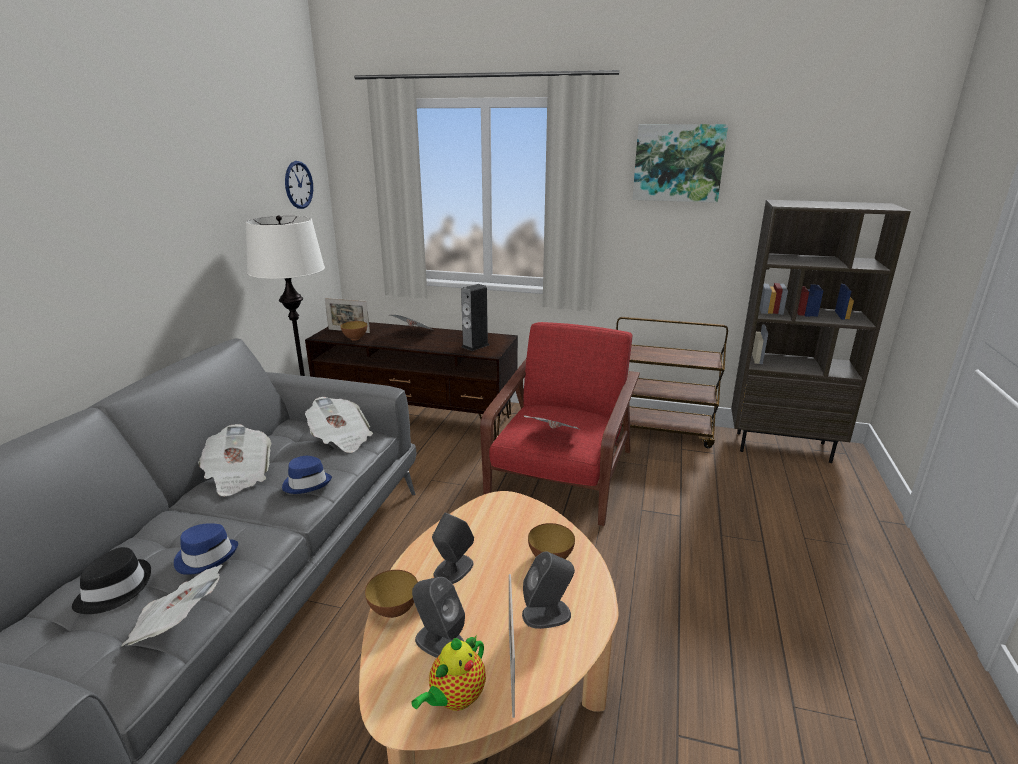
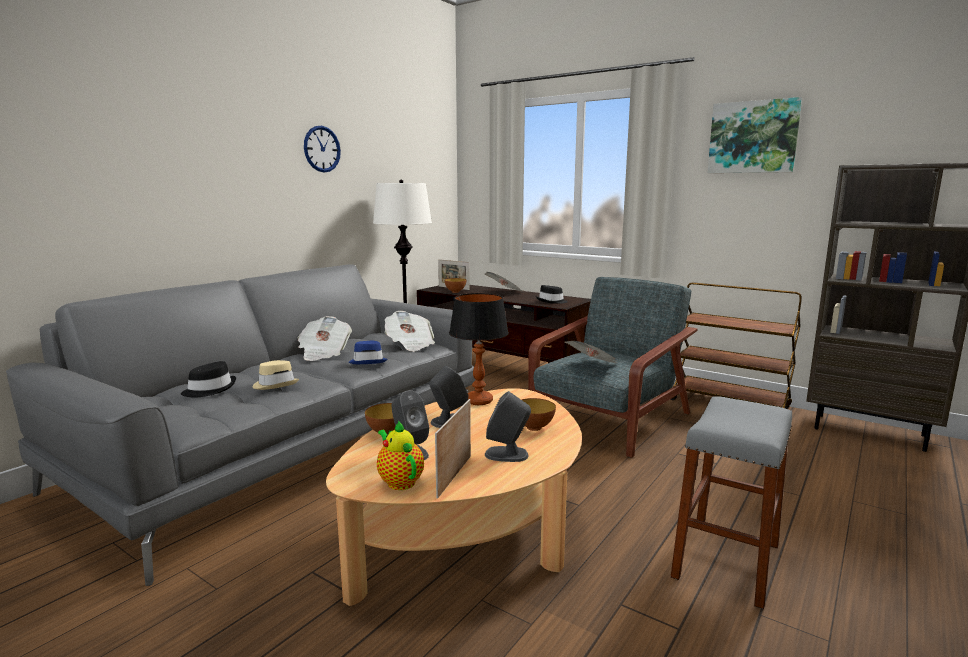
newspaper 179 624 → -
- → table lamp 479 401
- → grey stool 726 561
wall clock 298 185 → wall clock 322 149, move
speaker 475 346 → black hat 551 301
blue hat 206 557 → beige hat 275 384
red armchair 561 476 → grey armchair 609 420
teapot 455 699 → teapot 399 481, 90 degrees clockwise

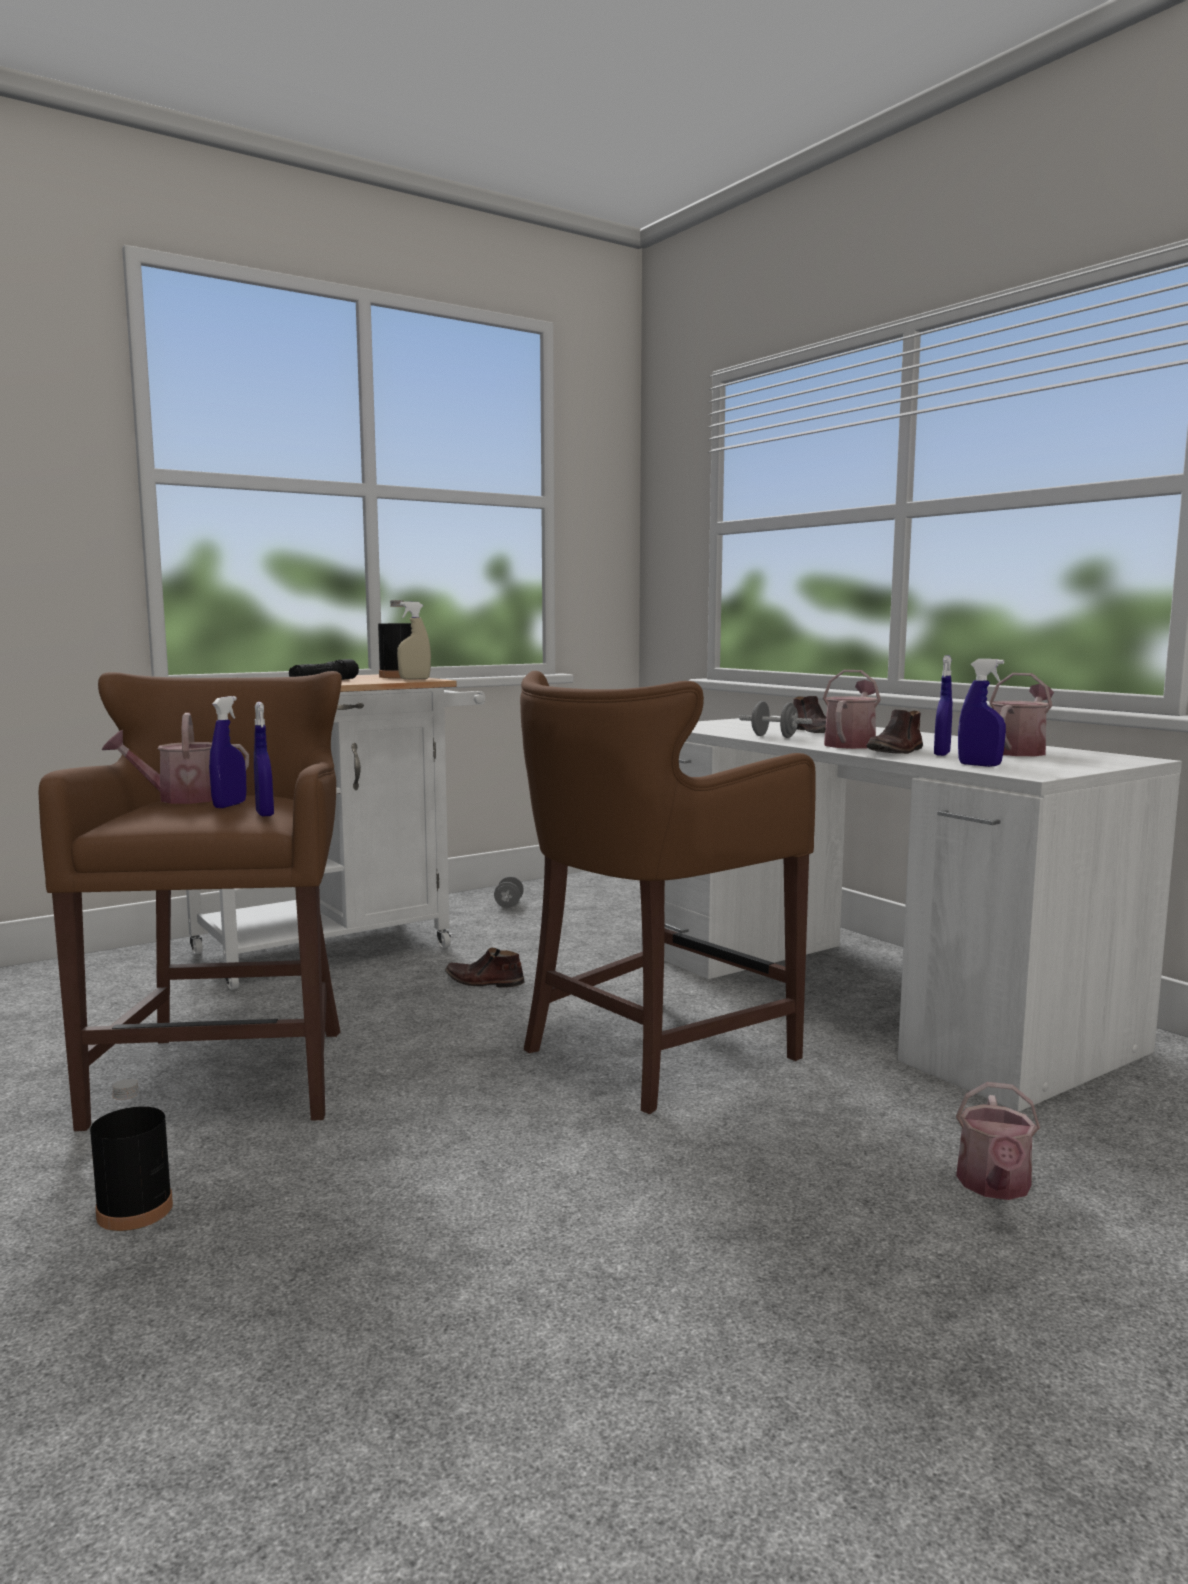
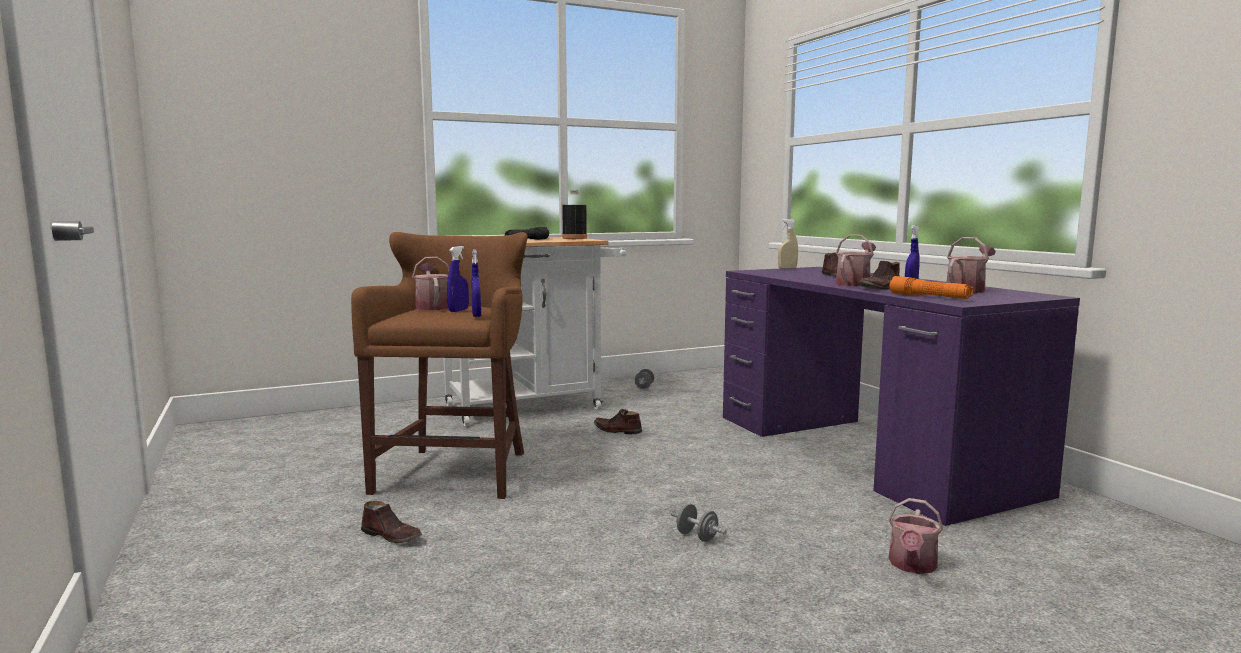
brown stool 651 1054 → -
beige spray bottle 414 679 → beige spray bottle 787 268, move
grey dumbbell 774 737 → grey dumbbell 697 537, move
black bottle 135 1210 → brown shoe 392 536
blue spray bottle 979 765 → orange flashlight 929 297
white desk 864 995 → purple desk 864 452
watering can 181 799 → watering can 432 306, 75 degrees clockwise

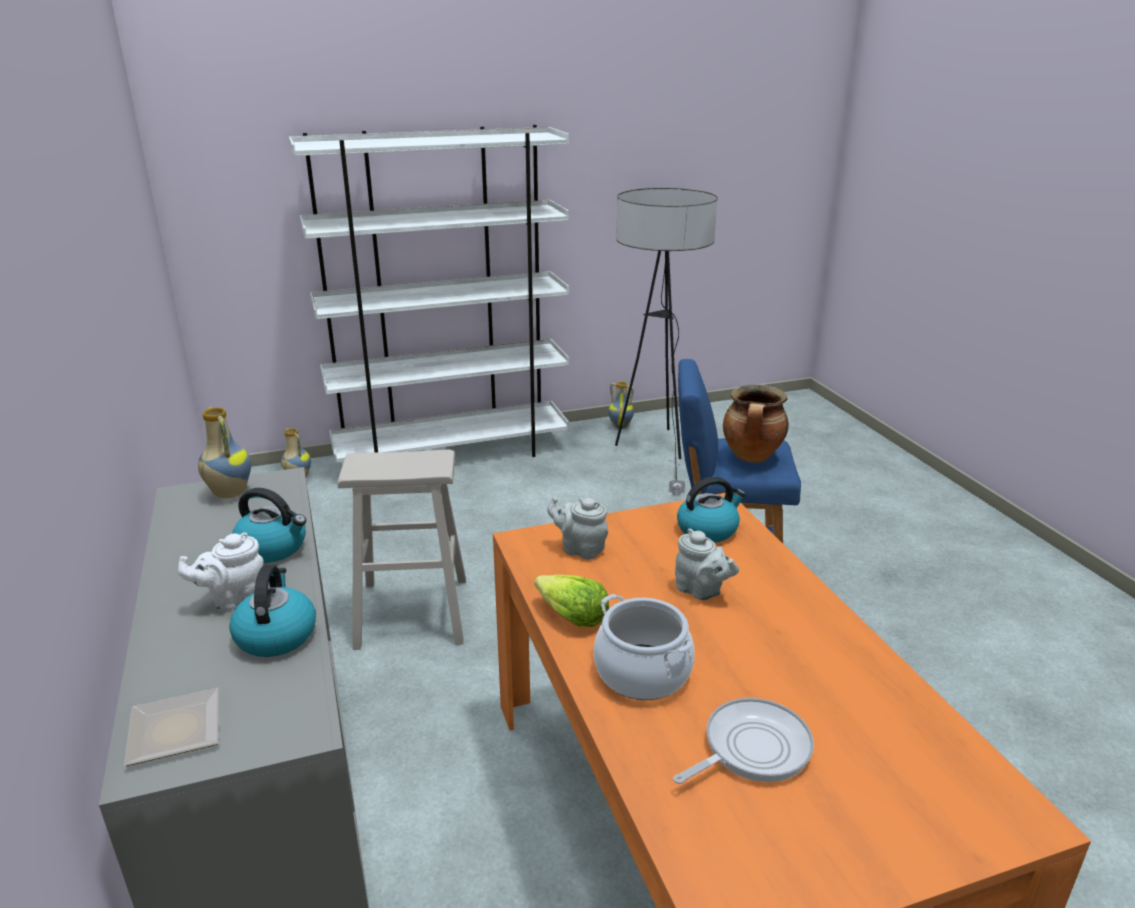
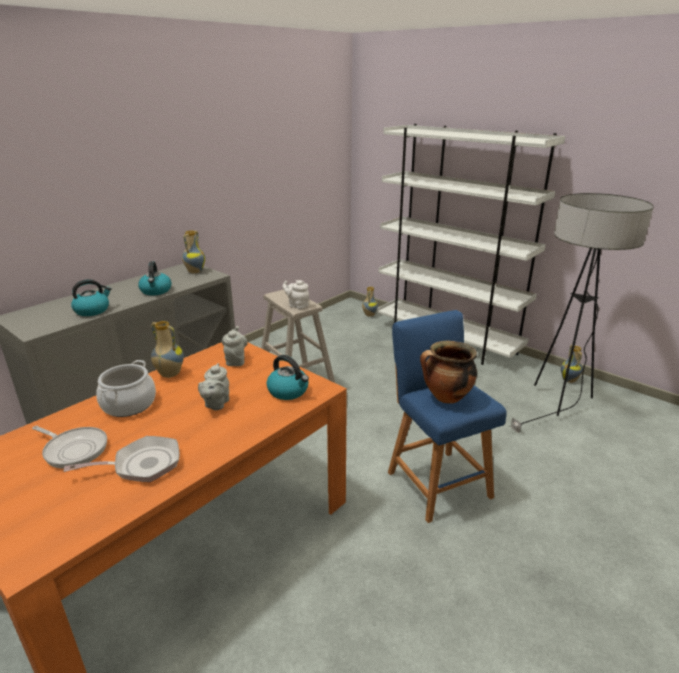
plate 172 733 → -
- → frying pan 142 465
white teapot 233 599 → white teapot 297 305, move
lettuce 571 617 → vase 169 374

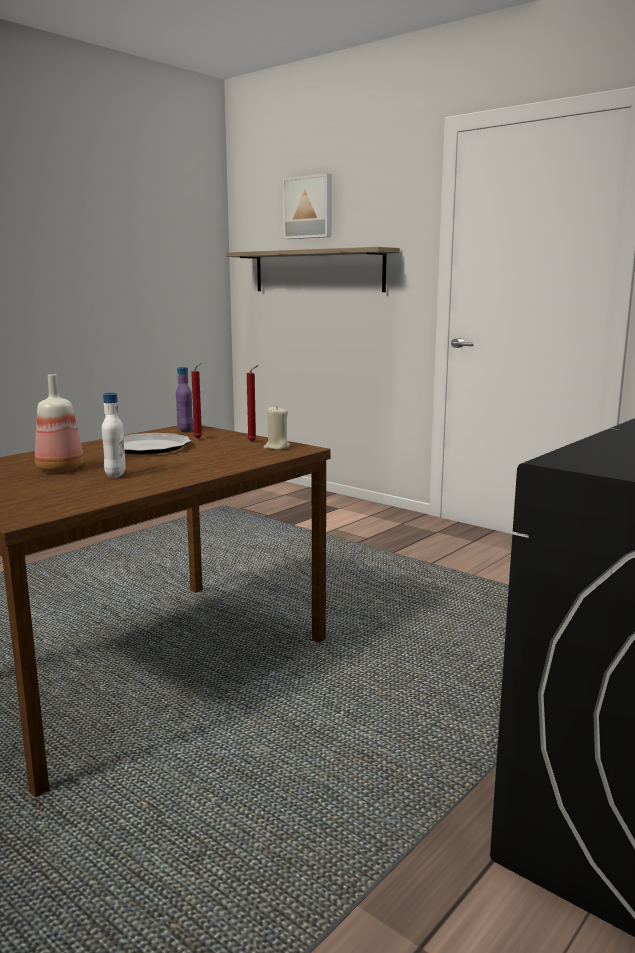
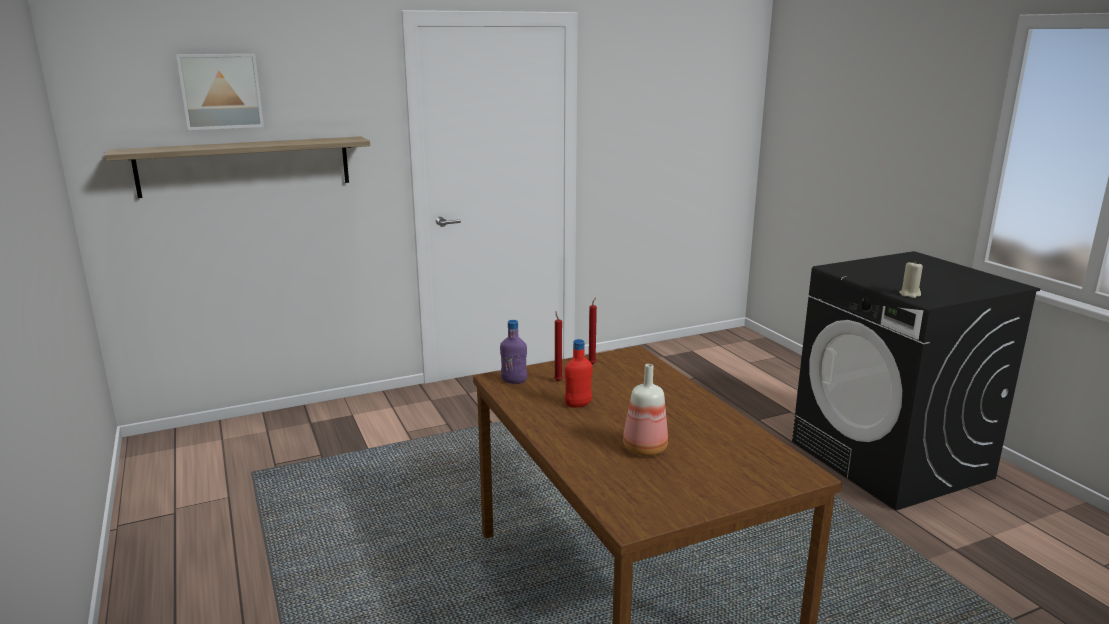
white bottle 115 475 → -
beige candle 277 447 → beige candle 910 294, move
plate 148 447 → red bottle 578 405

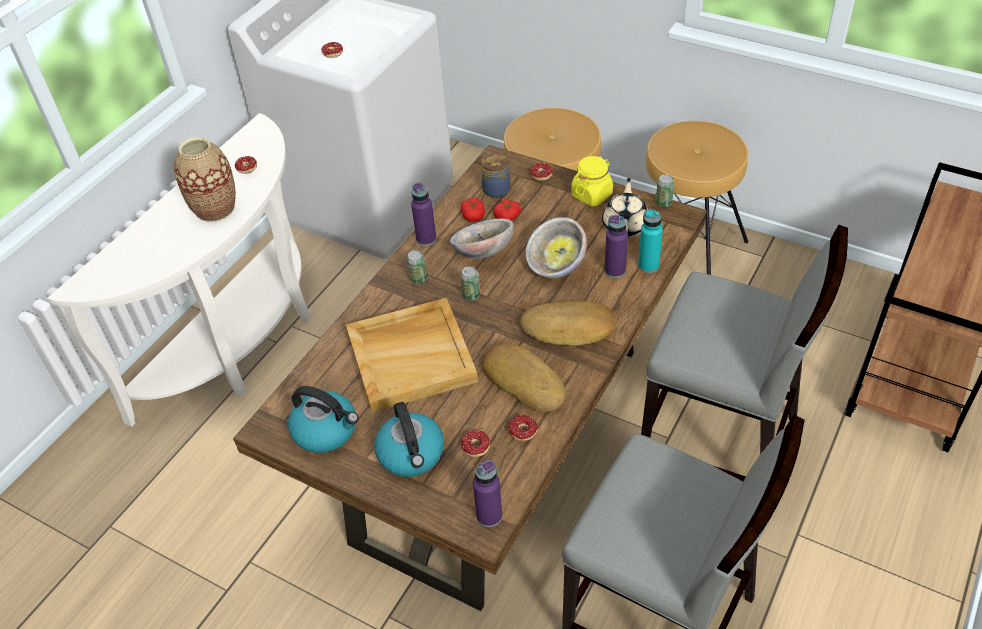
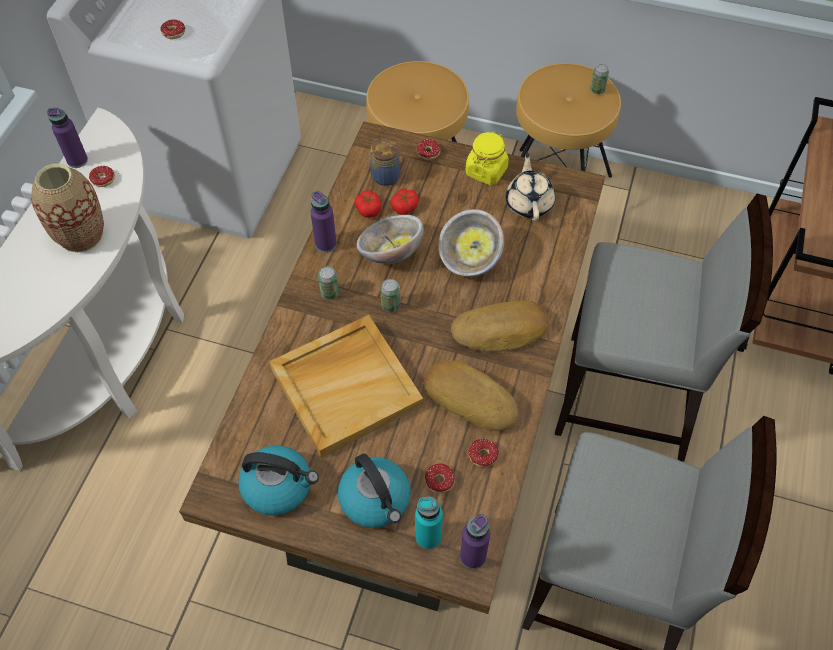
purple bottle 615 271 → purple bottle 77 160, move
turquoise bottle 648 265 → turquoise bottle 428 537, move
can 663 203 → can 597 90, move

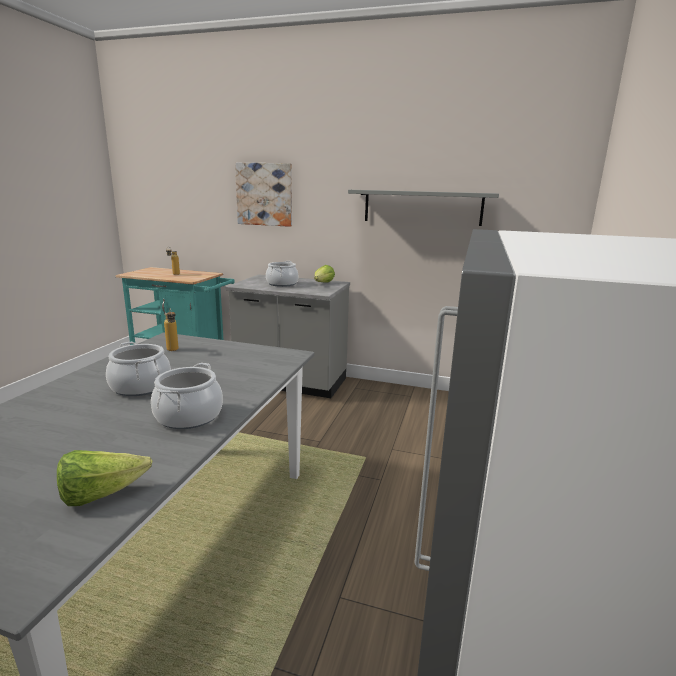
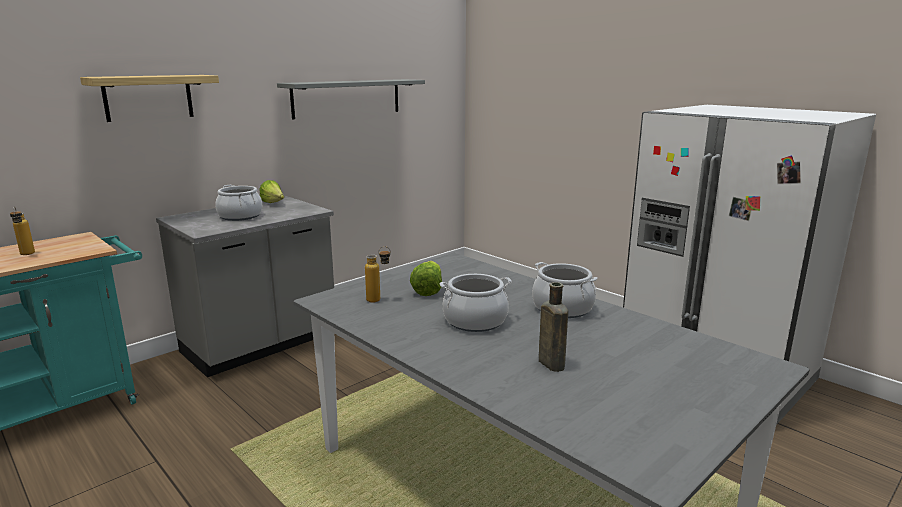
- → brown bottle 550 363
lettuce 101 494 → lettuce 427 290, move
picture 264 194 → shelf 148 97

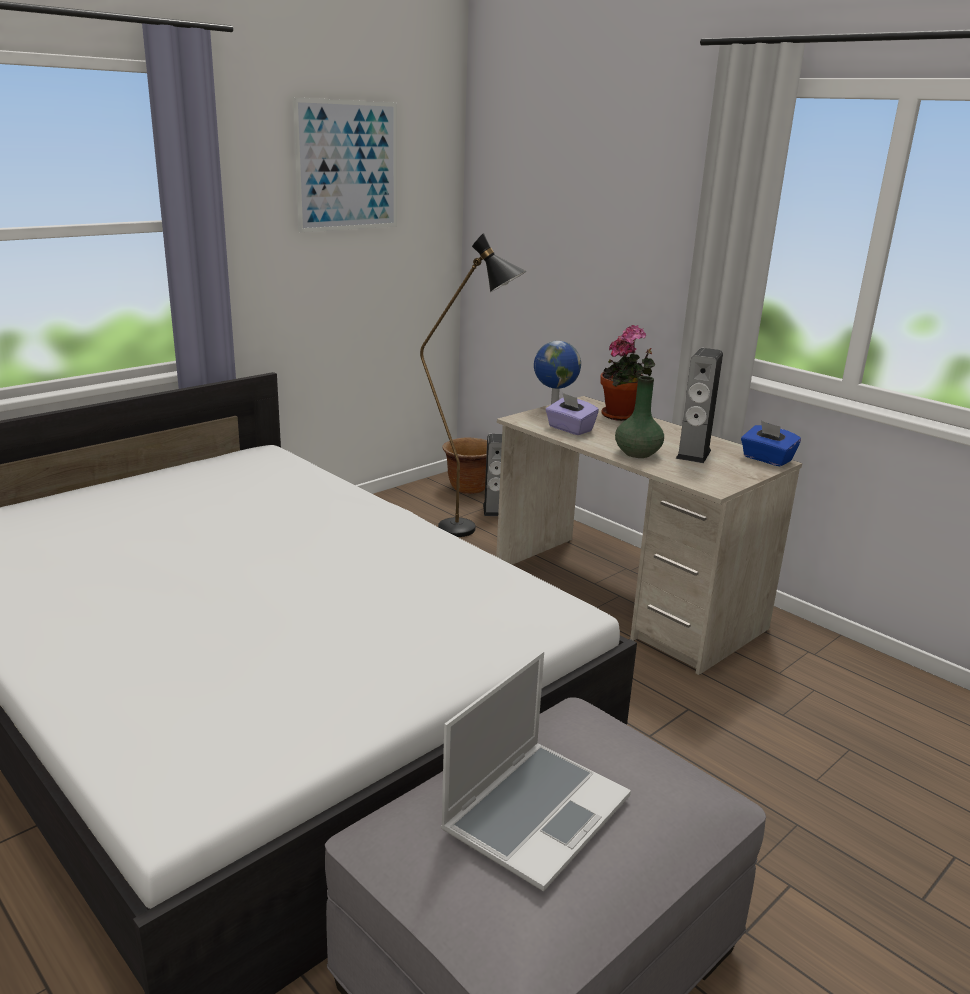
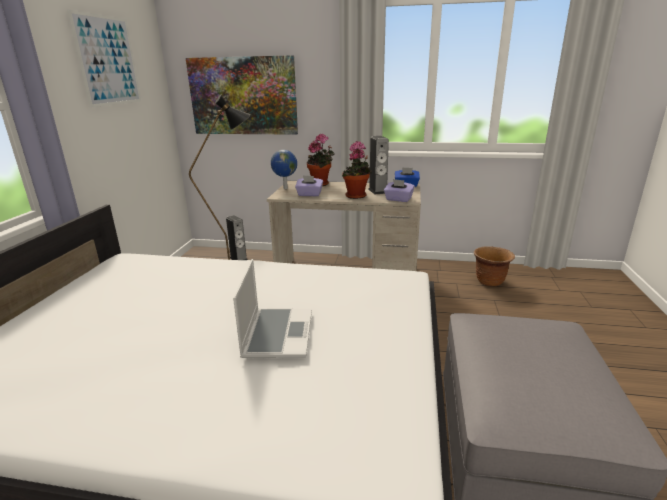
- → picture 243 96
- → purple tissue box 398 199
laptop 536 812 → laptop 277 333, move
brown planter 469 488 → brown planter 490 281, move
green vase 637 453 → potted plant 357 196

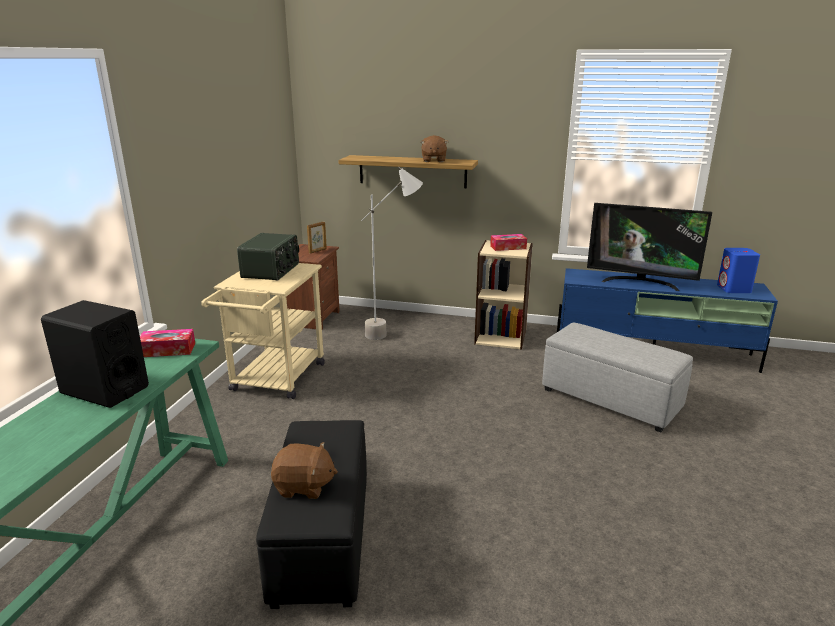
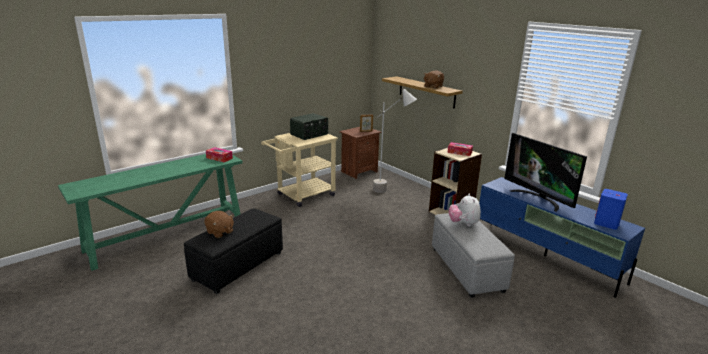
black speaker 104 390 → -
- → plush toy 463 224

